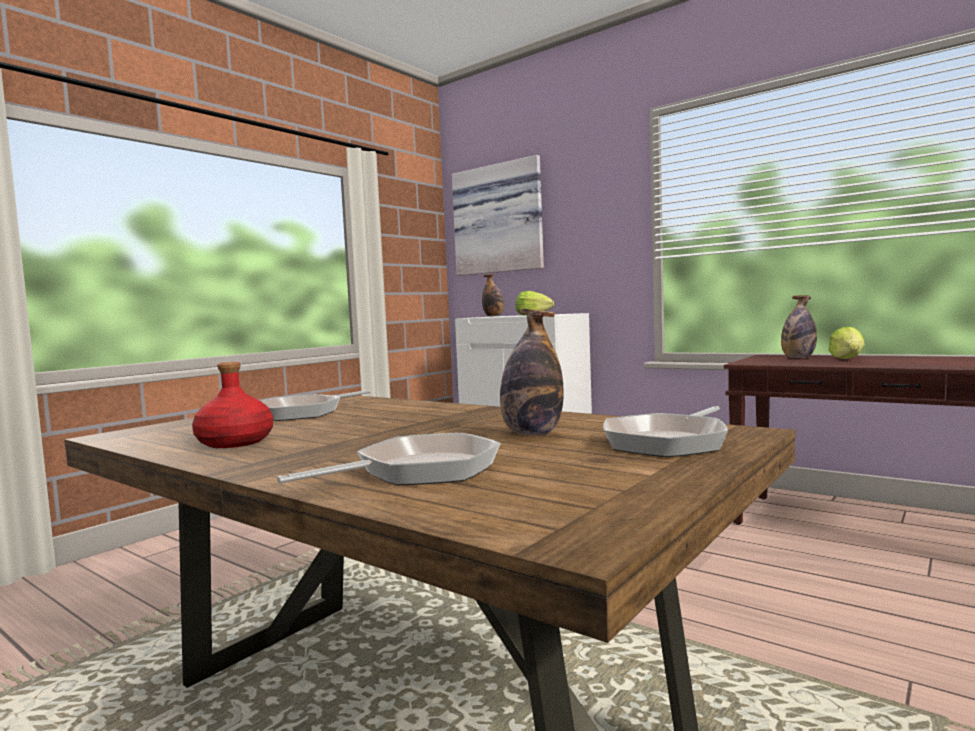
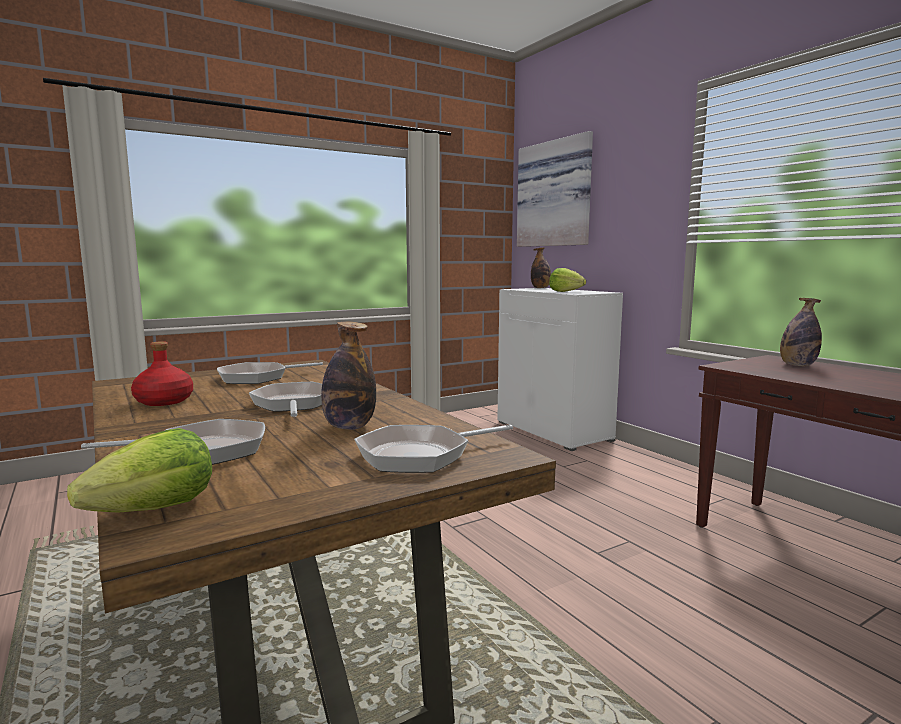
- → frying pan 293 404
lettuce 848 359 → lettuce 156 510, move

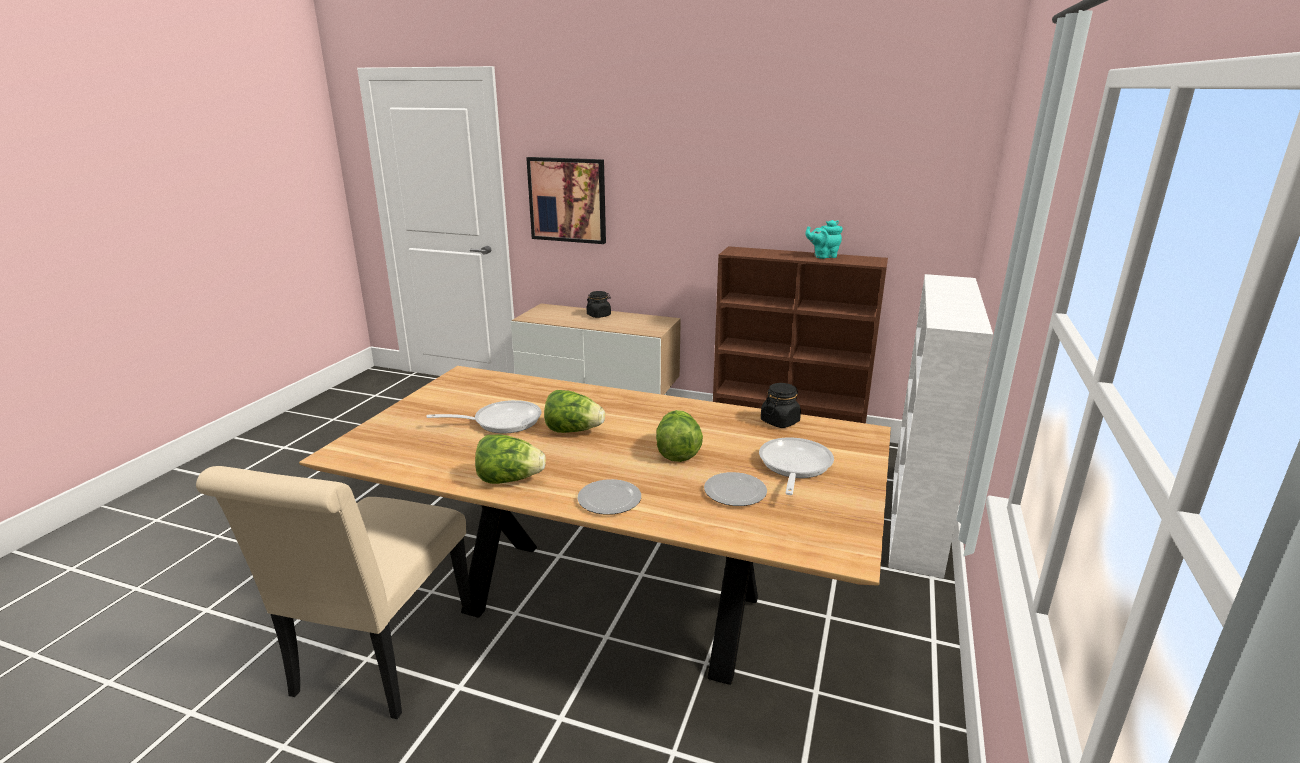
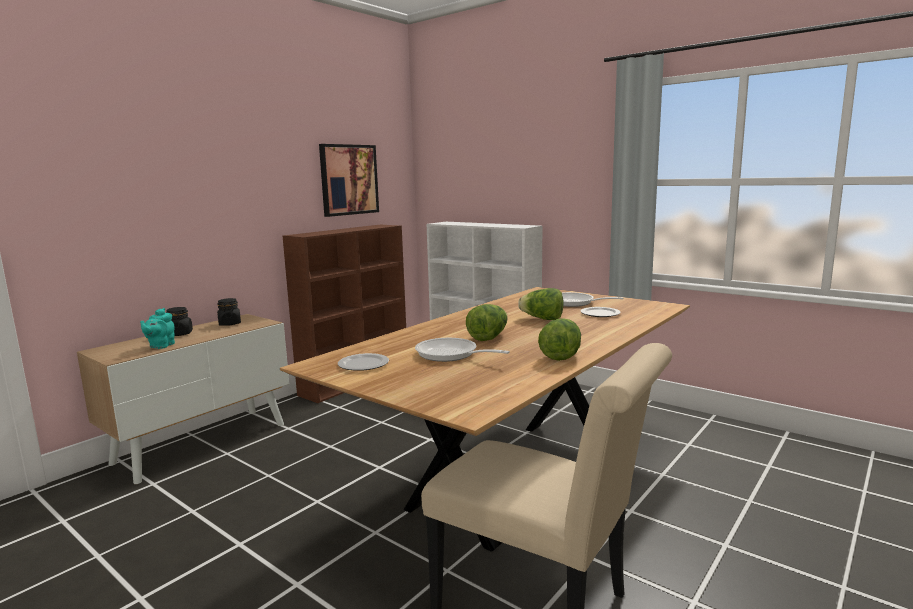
picture 567 200 → picture 349 179, move
plate 610 499 → plate 363 364, move
black jar 780 421 → black jar 229 323, move
turquoise teapot 823 256 → turquoise teapot 160 346, move
frying pan 501 422 → frying pan 451 355, 60 degrees counterclockwise

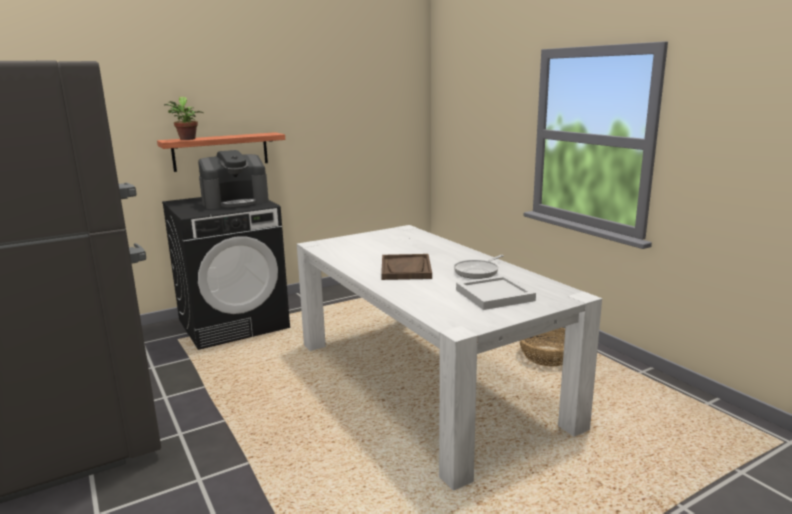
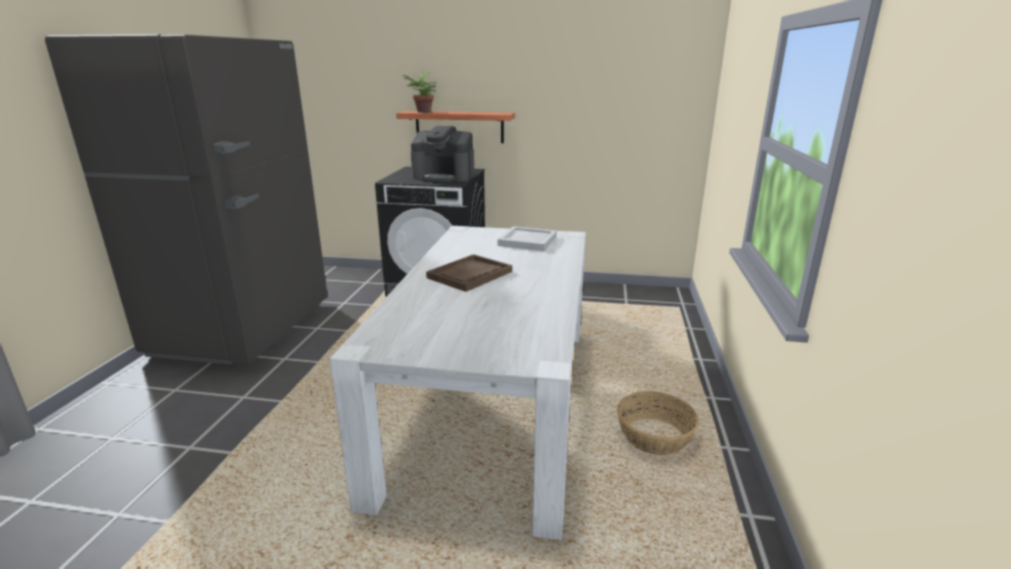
frying pan 478 271 → -
white tray 494 295 → white tray 526 241, move

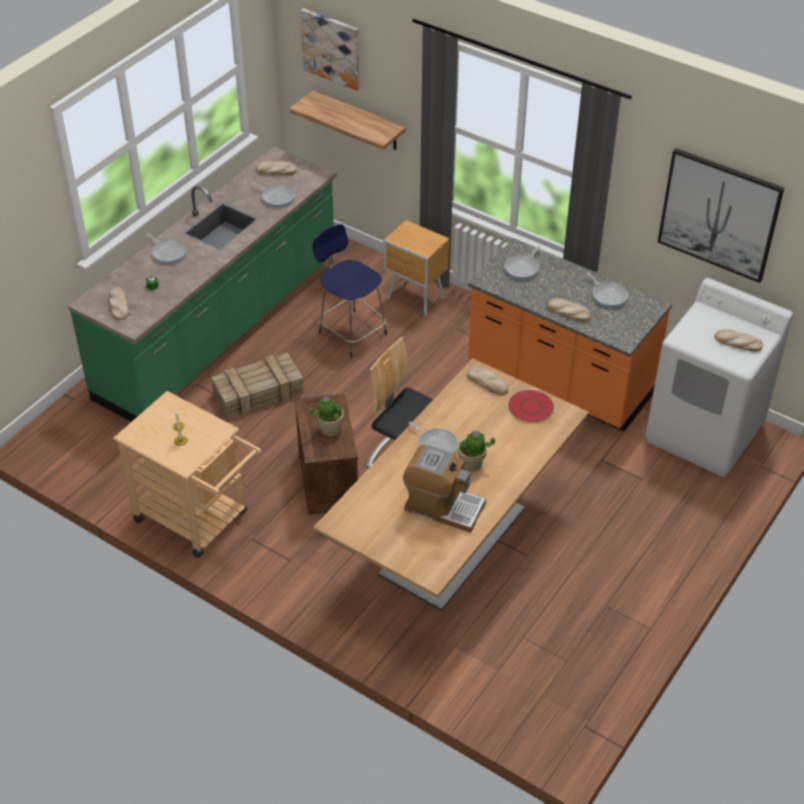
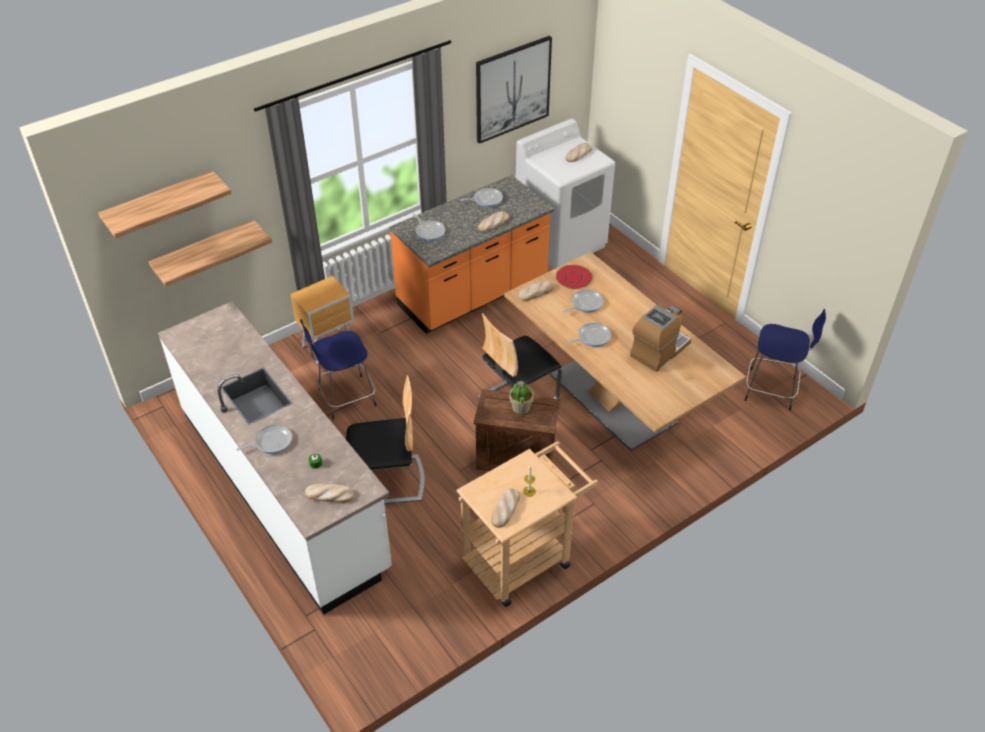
potted plant 471 464 → -
- → blue stool 772 390
frying pan 276 197 → frying pan 585 304, move
bread 276 170 → bread 505 509, move
crate 257 394 → chair 387 480
picture 331 48 → shelf 160 204
green counter 220 329 → white counter 283 488

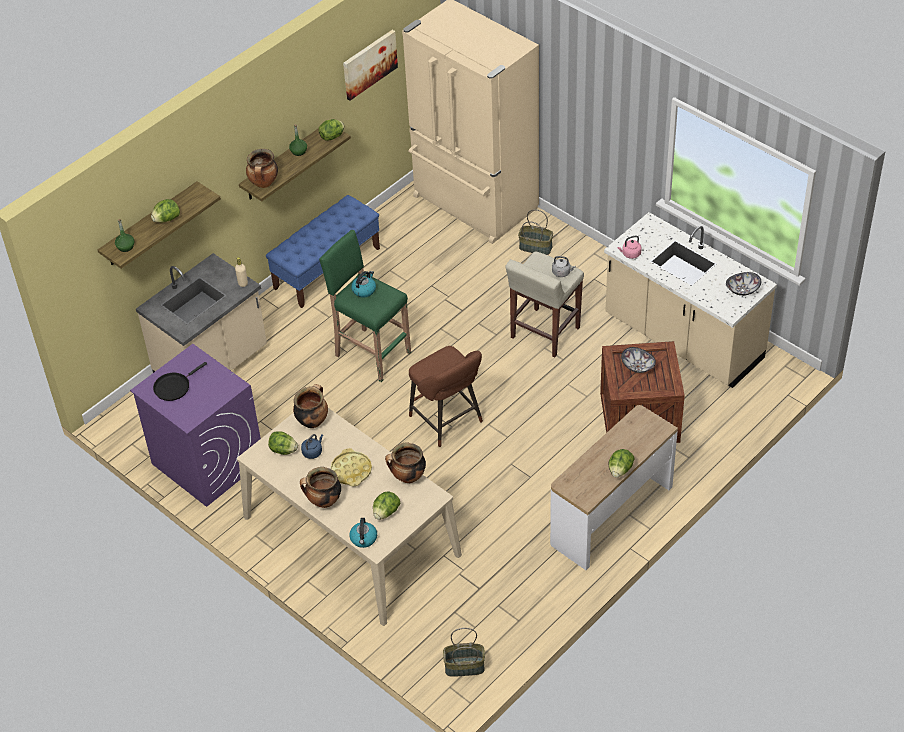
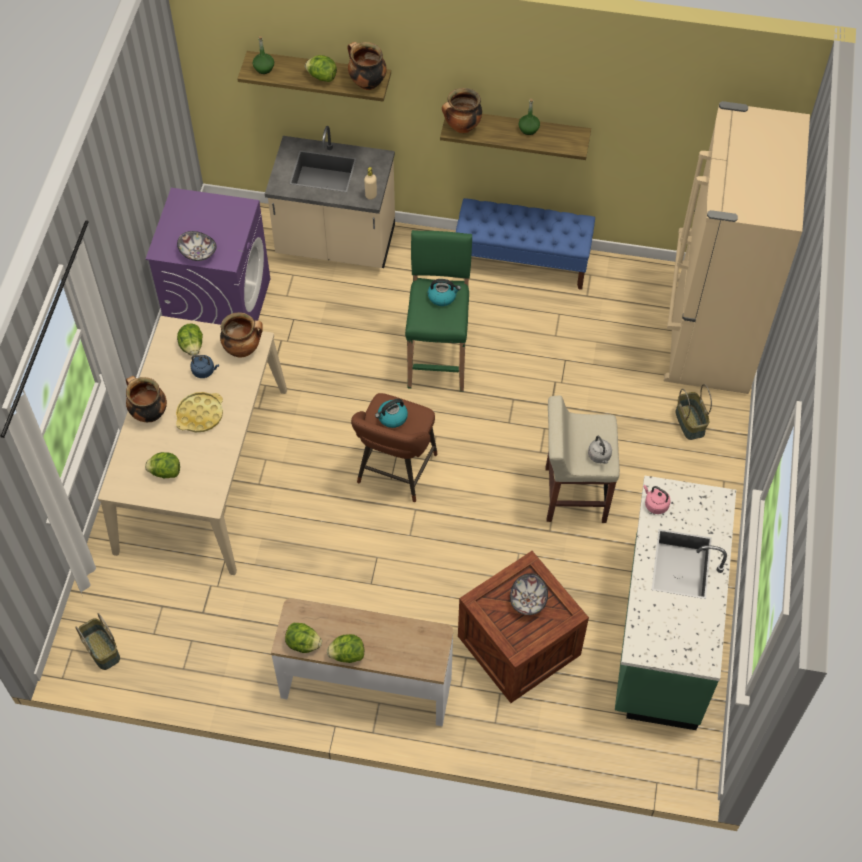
black frying pan 174 387 → -
picture 369 64 → -
lettuce 332 137 → lettuce 303 644, move
kettle 364 539 → kettle 392 418, move
cooking pot 408 477 → cooking pot 366 83, move
bowl 742 290 → bowl 198 253, move
beige counter 683 339 → green counter 662 632

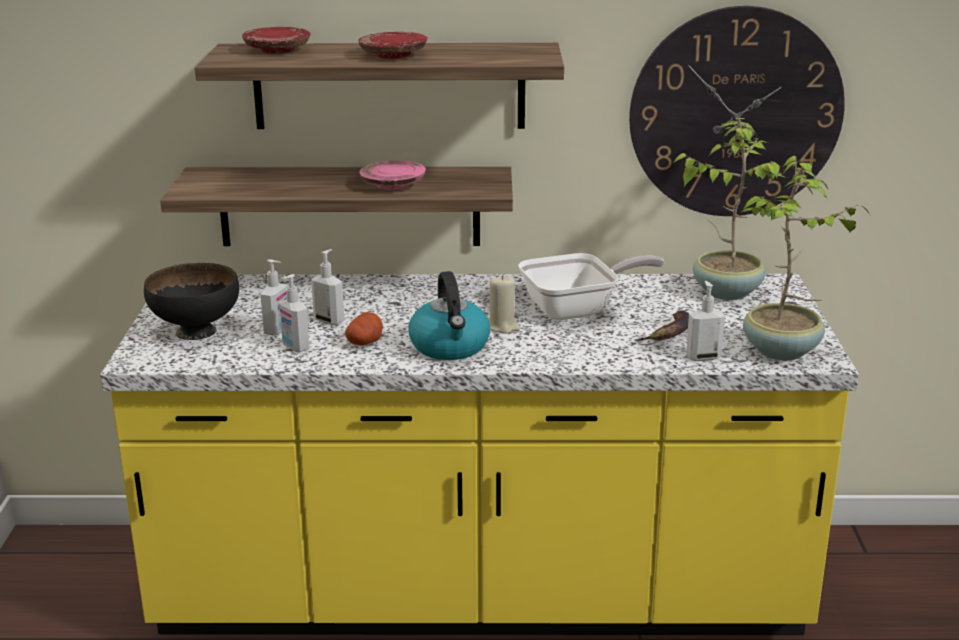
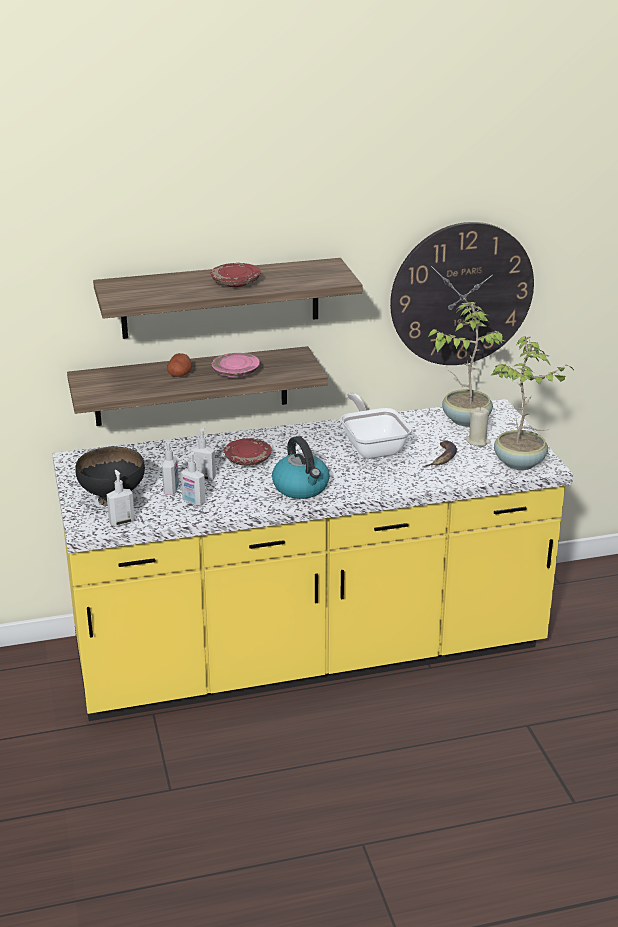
red plate 277 50 → red plate 248 459, move
potato 365 342 → potato 180 374, move
beige candle 502 327 → beige candle 478 441, move
soap dispenser 703 357 → soap dispenser 121 522, move
frying pan 577 310 → frying pan 372 447, 75 degrees counterclockwise

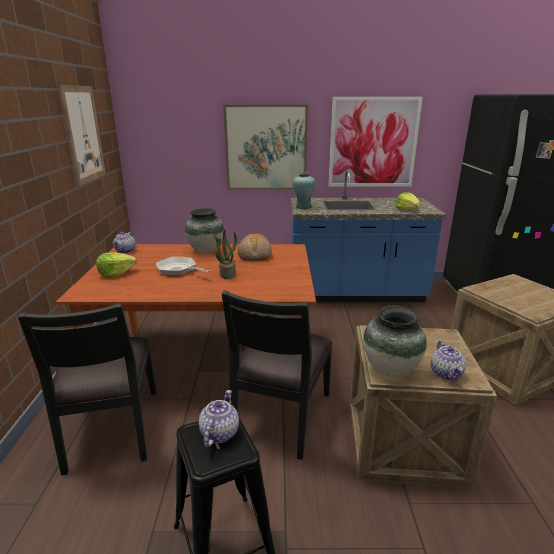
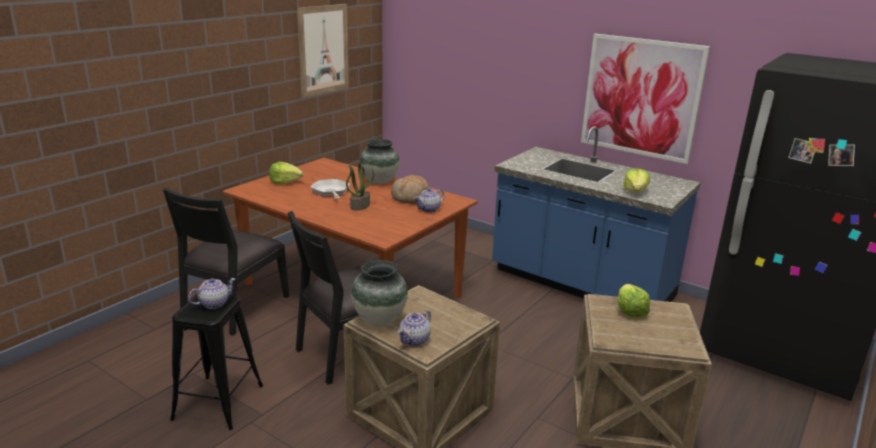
picture 266 148 → -
turquoise vase 303 207 → -
- → lettuce 630 311
teapot 125 251 → teapot 429 209, move

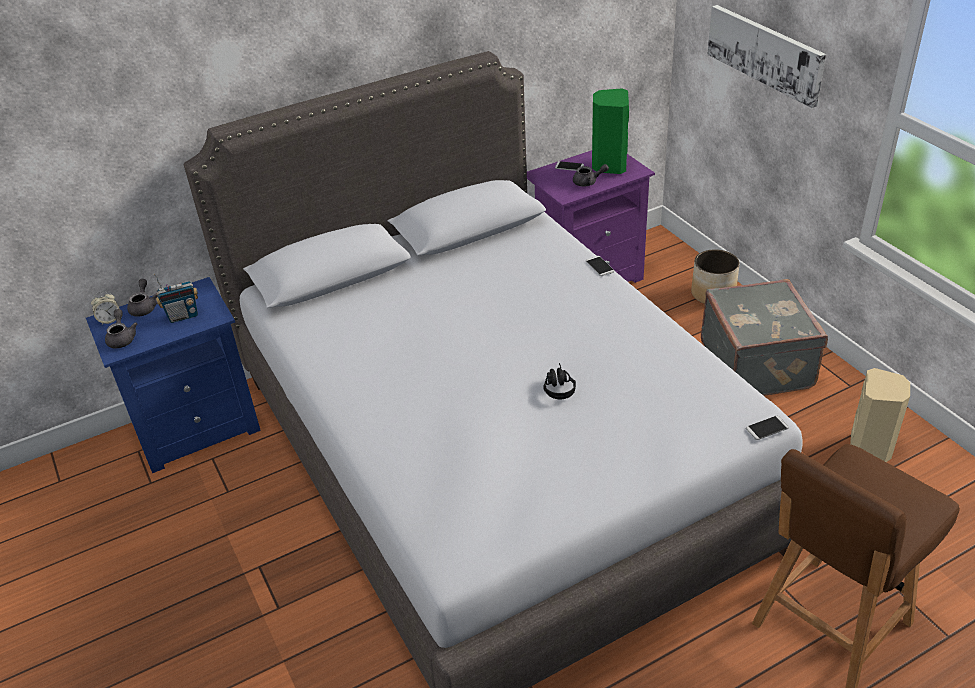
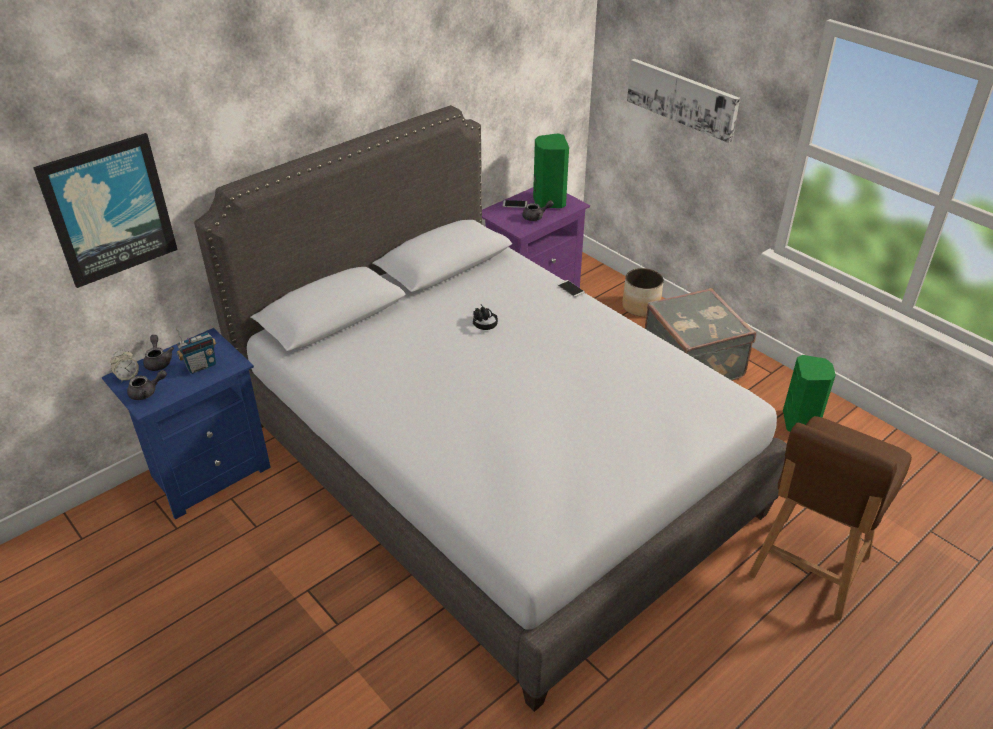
phone 767 428 → -
- → picture 109 210
black headphones 557 386 → black headphones 482 321, move
beige speaker 870 449 → green speaker 800 422
grey teapot 122 338 → grey teapot 147 392, 90 degrees clockwise

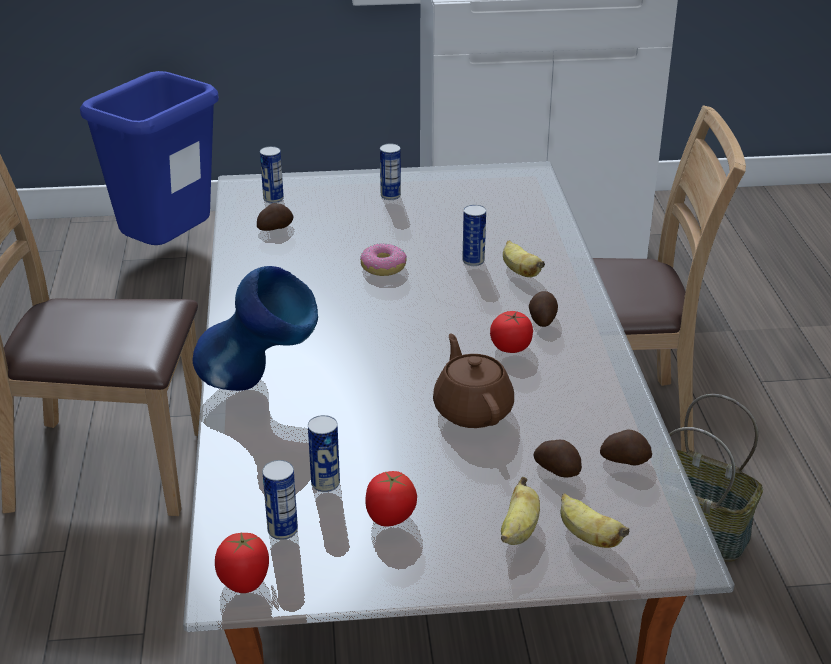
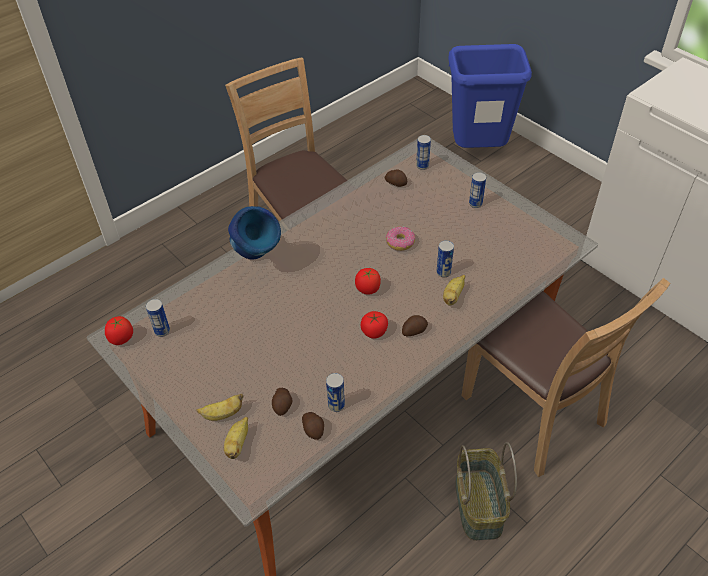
brown teapot 472 410 → -
can 325 483 → can 336 405, move
tomato 390 517 → tomato 367 289, move

